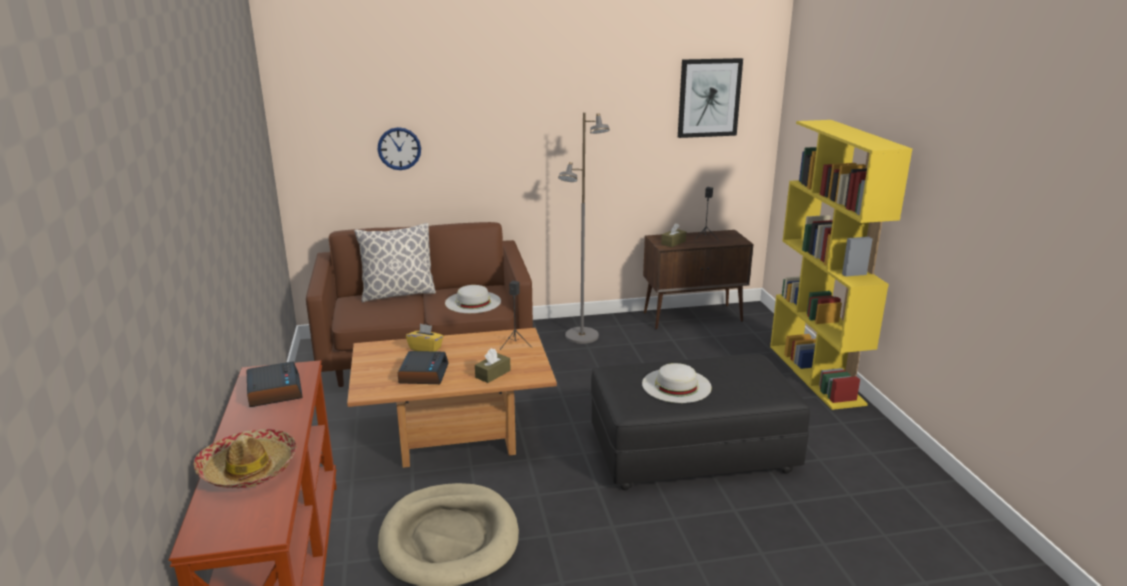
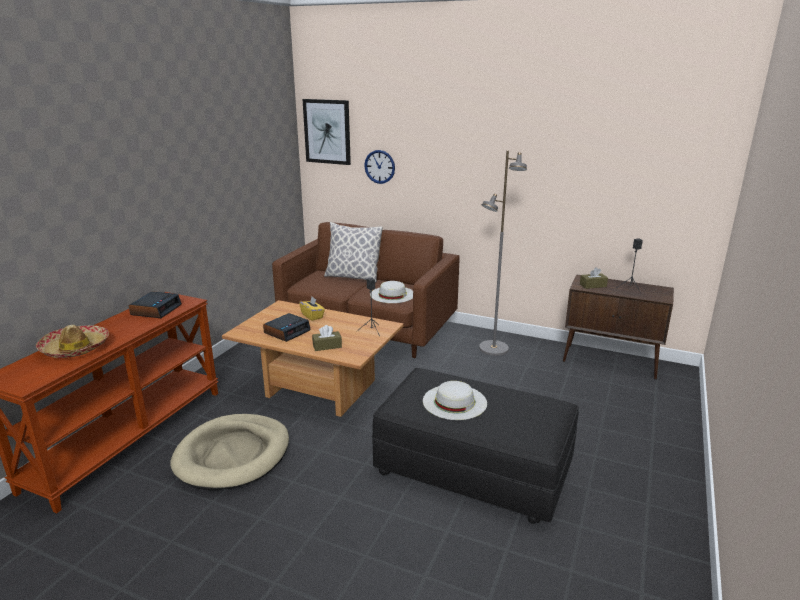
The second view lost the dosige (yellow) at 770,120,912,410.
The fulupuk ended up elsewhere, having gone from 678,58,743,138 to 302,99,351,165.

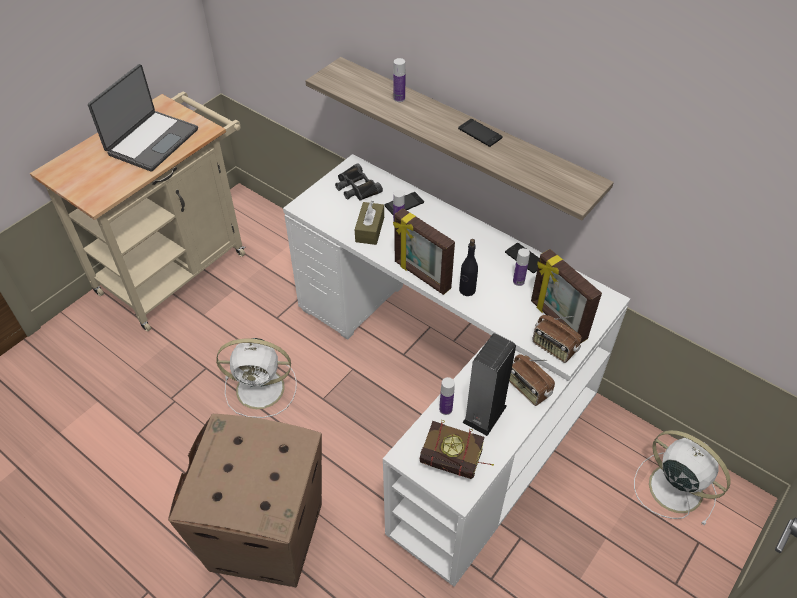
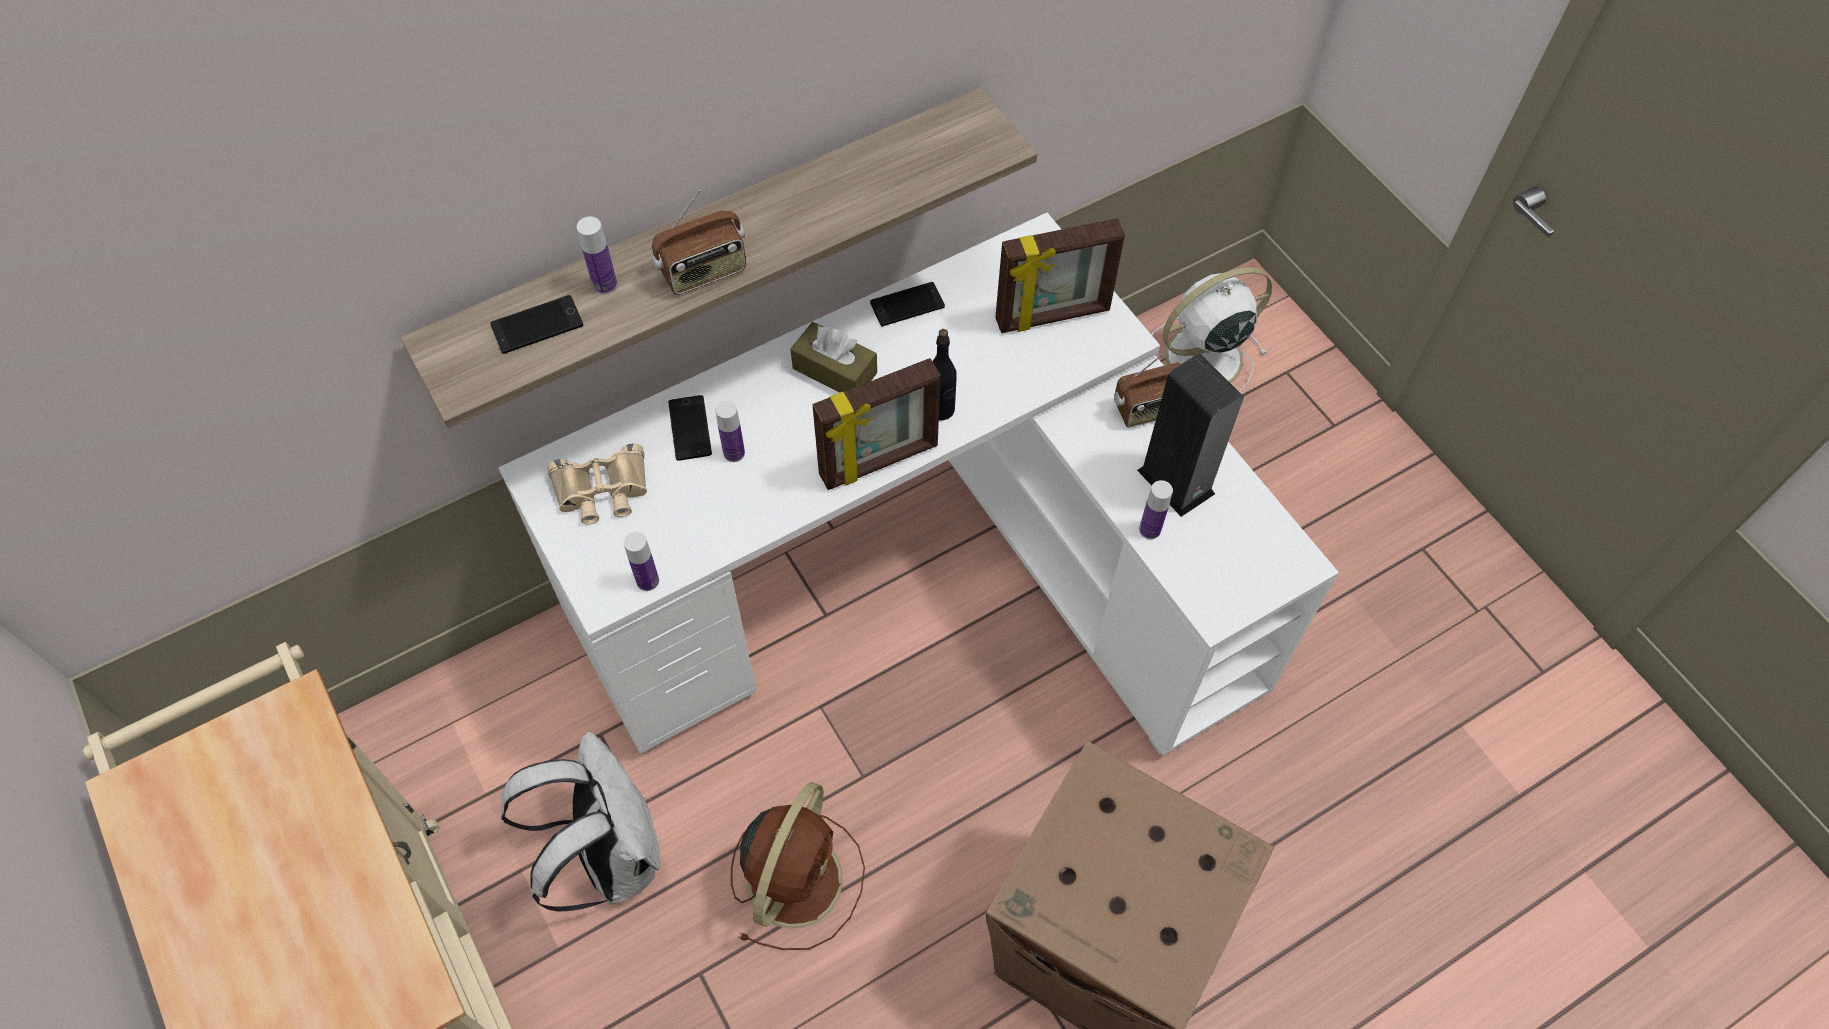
The second view lost the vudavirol at 88,64,198,172.
The second view lost the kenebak at 420,420,494,479.
The second view gained the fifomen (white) at 501,732,660,911.
The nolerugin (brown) ended up elsewhere, having gone from 355,201,384,245 to 790,322,877,392.
The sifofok ended up elsewhere, having gone from 458,119,503,147 to 490,295,583,354.
The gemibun ended up elsewhere, having gone from 513,248,530,286 to 624,532,659,591.
The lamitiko ended up elsewhere, having gone from 532,315,582,363 to 651,190,746,295.
What was the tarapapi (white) at 216,338,297,418 turned into the tarapapi (brown) at 731,782,865,950.
What was the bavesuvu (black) at 335,163,383,201 turned into the bavesuvu (beige) at 547,443,647,525.

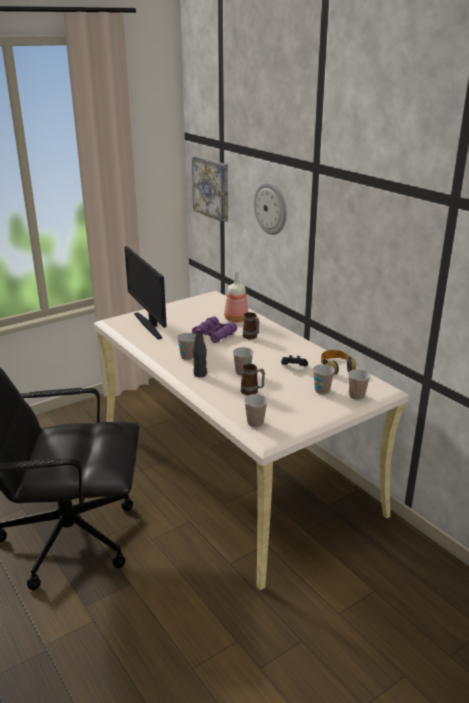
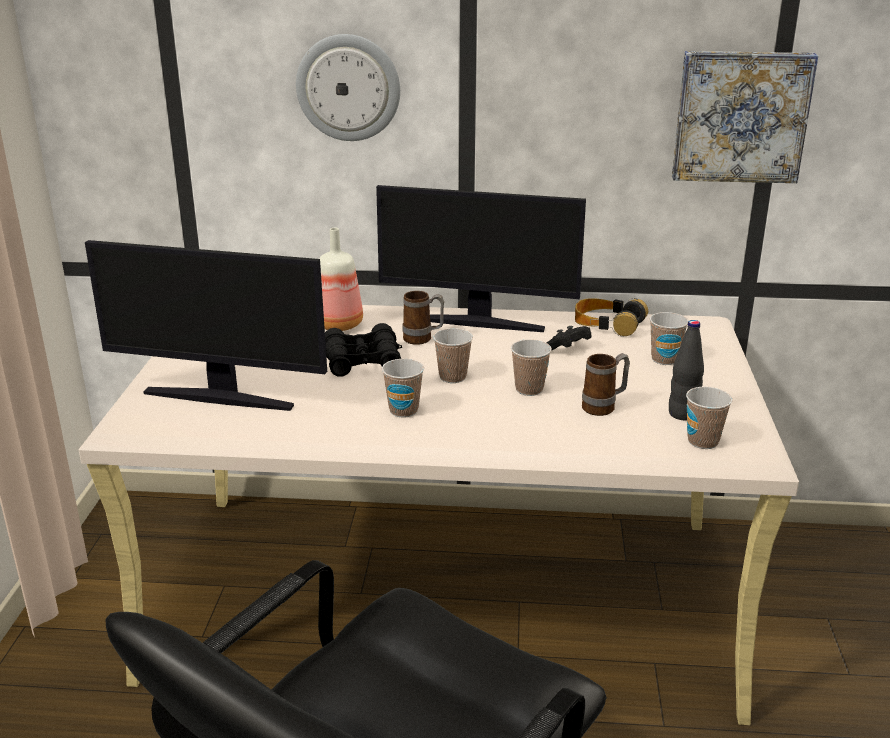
The second view gained the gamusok at 376,185,586,332.
The fulupuk ended up elsewhere, having gone from 192,156,228,222 to 672,51,818,183.
The gemibun (black) ended up elsewhere, having gone from 193,329,207,377 to 669,320,704,420.
The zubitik ended up elsewhere, having gone from 348,369,370,400 to 433,328,473,383.
What was the bavesuvu (purple) at 192,316,237,343 turned into the bavesuvu (black) at 325,323,402,377.

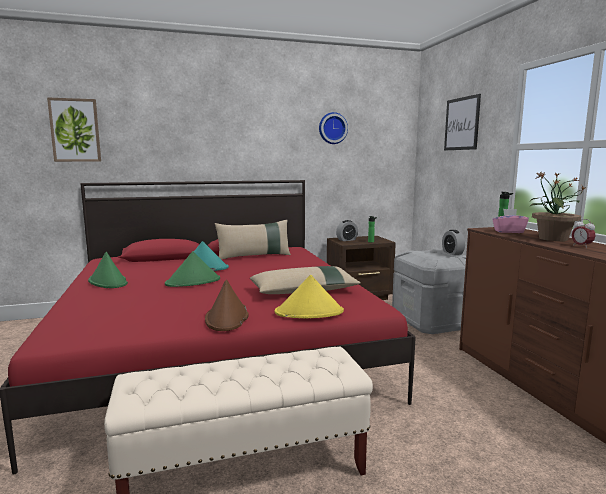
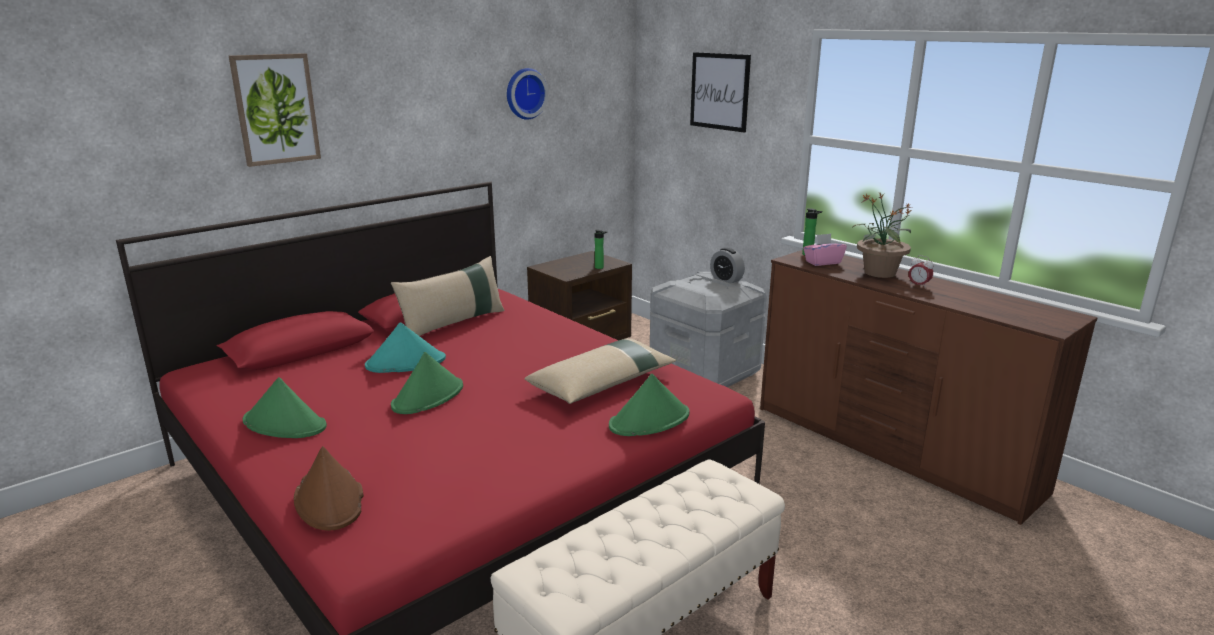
The second view lost the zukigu at 336,220,358,241.
The fulupuk ended up elsewhere, having gone from 47,97,101,162 to 229,53,321,167.
The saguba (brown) ended up elsewhere, having gone from 205,279,249,331 to 294,446,364,531.
What was the saguba (yellow) at 275,275,344,318 turned into the saguba (green) at 609,374,690,436.

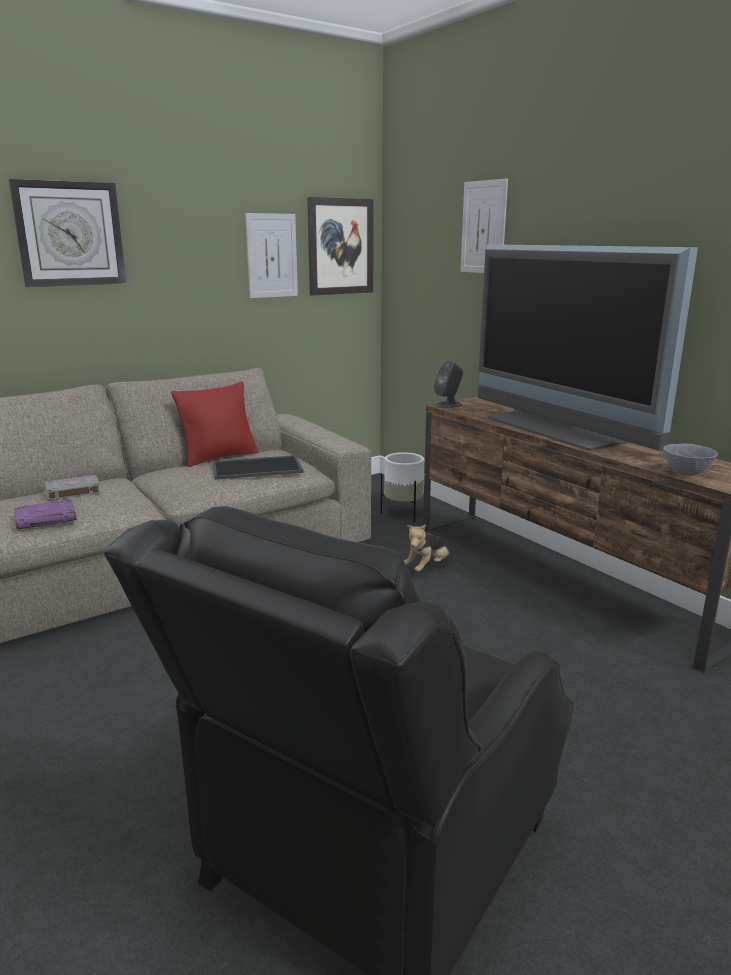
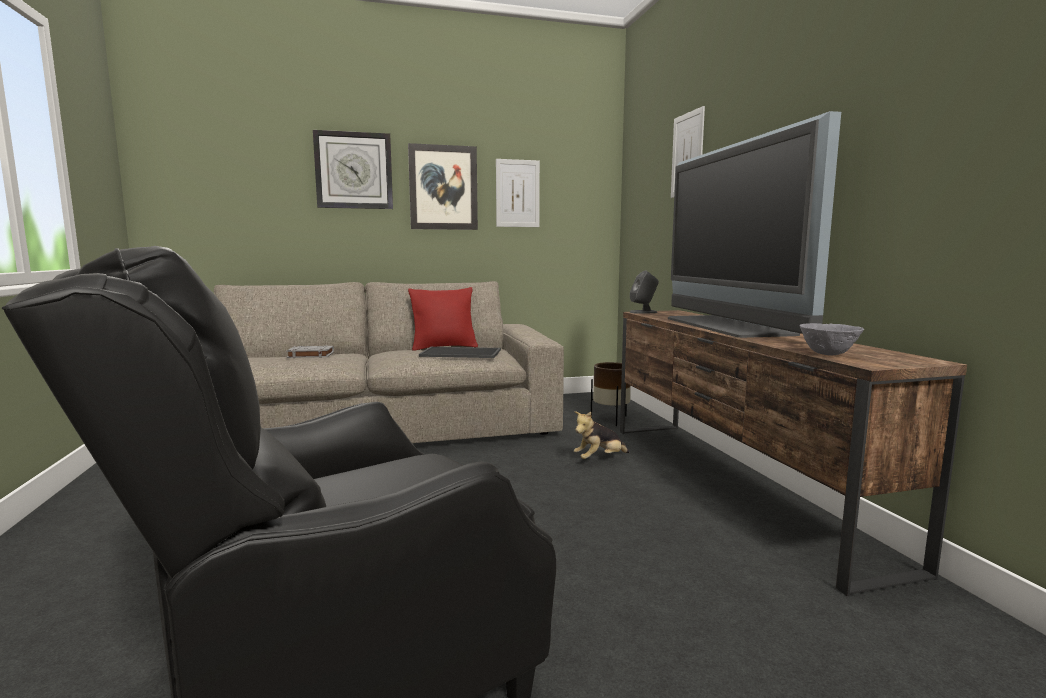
The second view lost the kenebak (purple) at 14,499,77,530.
The fulupuk ended up elsewhere, having gone from 307,197,374,296 to 408,143,478,230.
What was the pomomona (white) at 381,452,425,522 turned into the pomomona (brown) at 591,362,631,426.

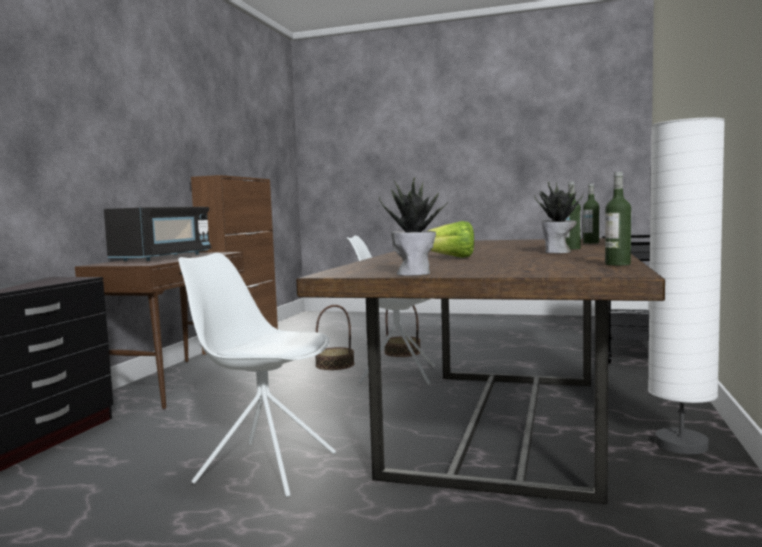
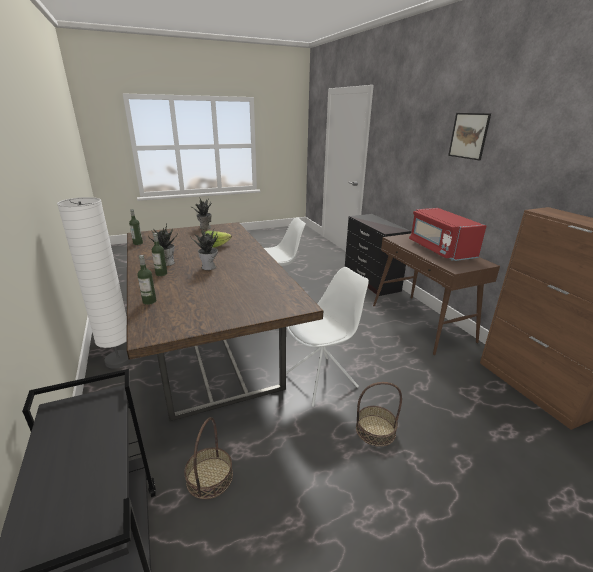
The second view gained the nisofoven at 190,229,218,270.
The second view gained the fulupuk at 448,113,491,161.
The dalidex ended up elsewhere, having gone from 315,305,355,370 to 184,417,233,499.
What was the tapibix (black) at 104,207,212,261 turned into the tapibix (red) at 409,208,486,261.

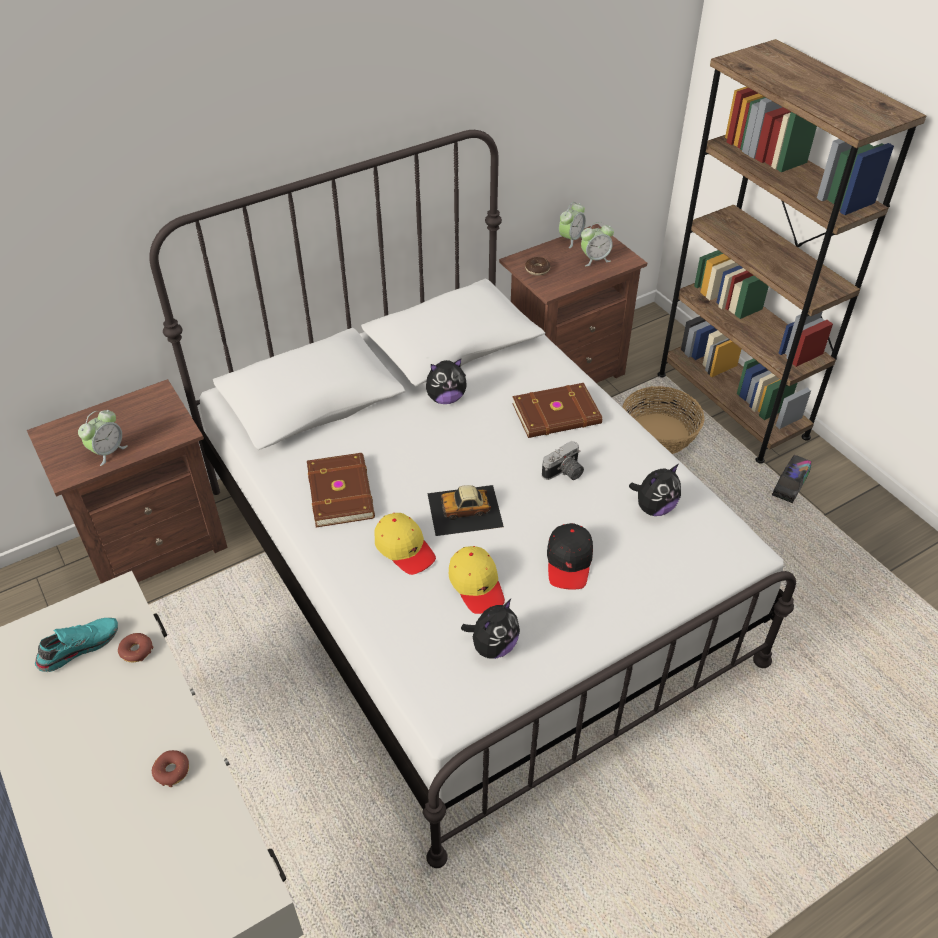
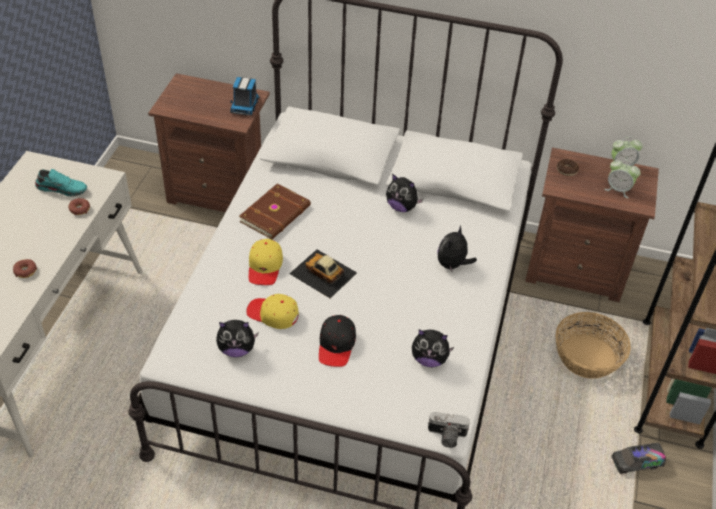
The second view lost the zukigu at 78,410,128,466.
The second view gained the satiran at 230,77,260,116.
The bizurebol ended up elsewhere, having gone from 542,441,584,480 to 428,412,470,448.
Where the kenebak (brown) stood at 512,383,602,438, the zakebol came to stand at 438,225,477,272.
The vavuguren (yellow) at 449,546,505,614 ended up facing another way, 90 degrees clockwise from before.
The vavuguren (black) at 547,523,593,590 ended up facing another way, 45 degrees counterclockwise from before.

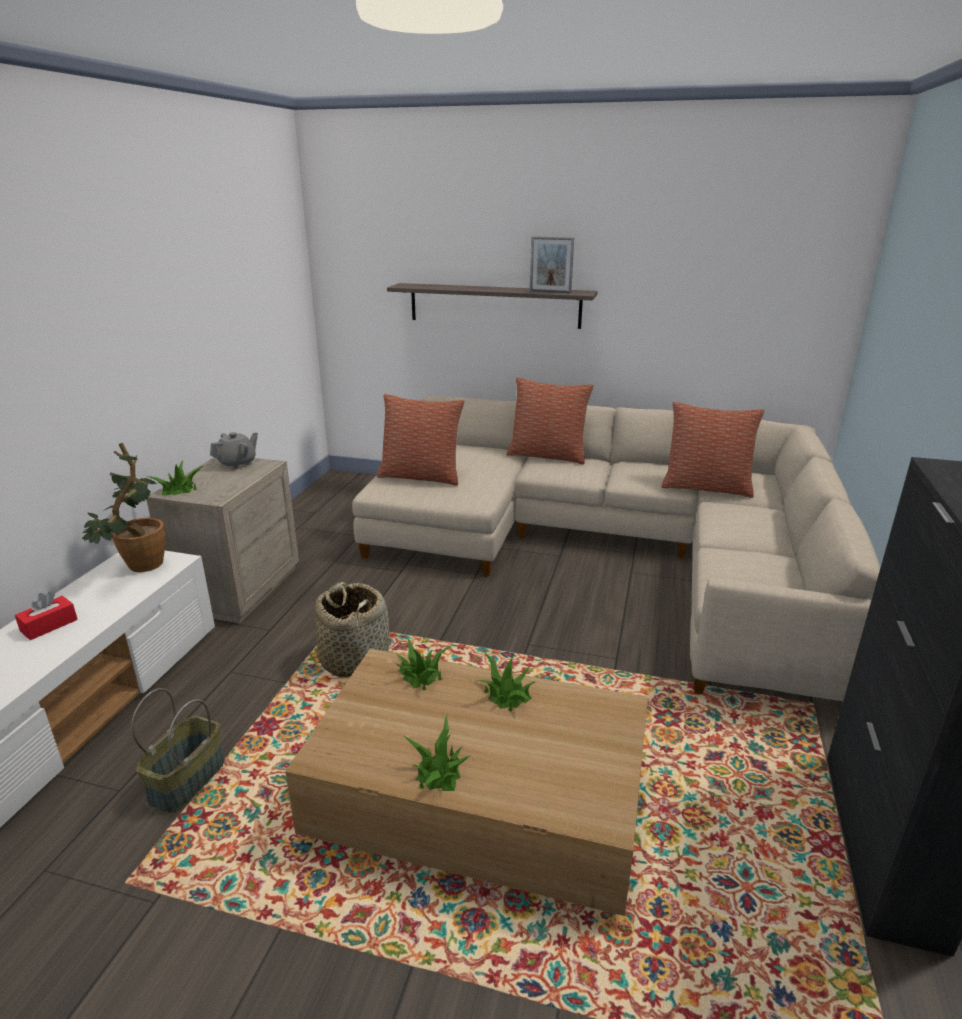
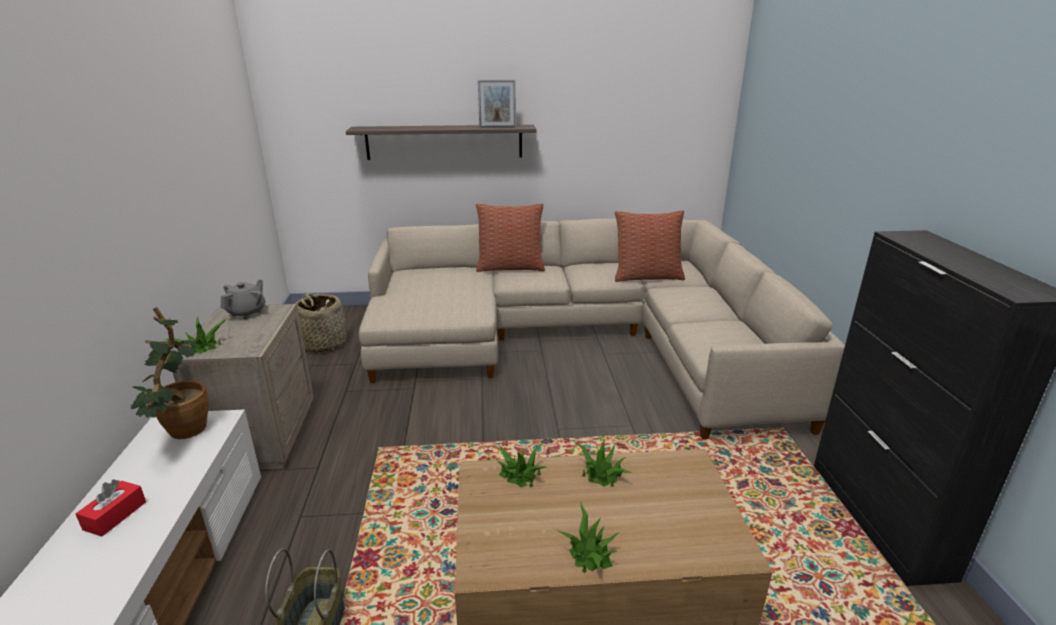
The second view lost the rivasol at 377,394,464,486.
The dalidex ended up elsewhere, having gone from 315,582,389,677 to 295,293,346,353.

